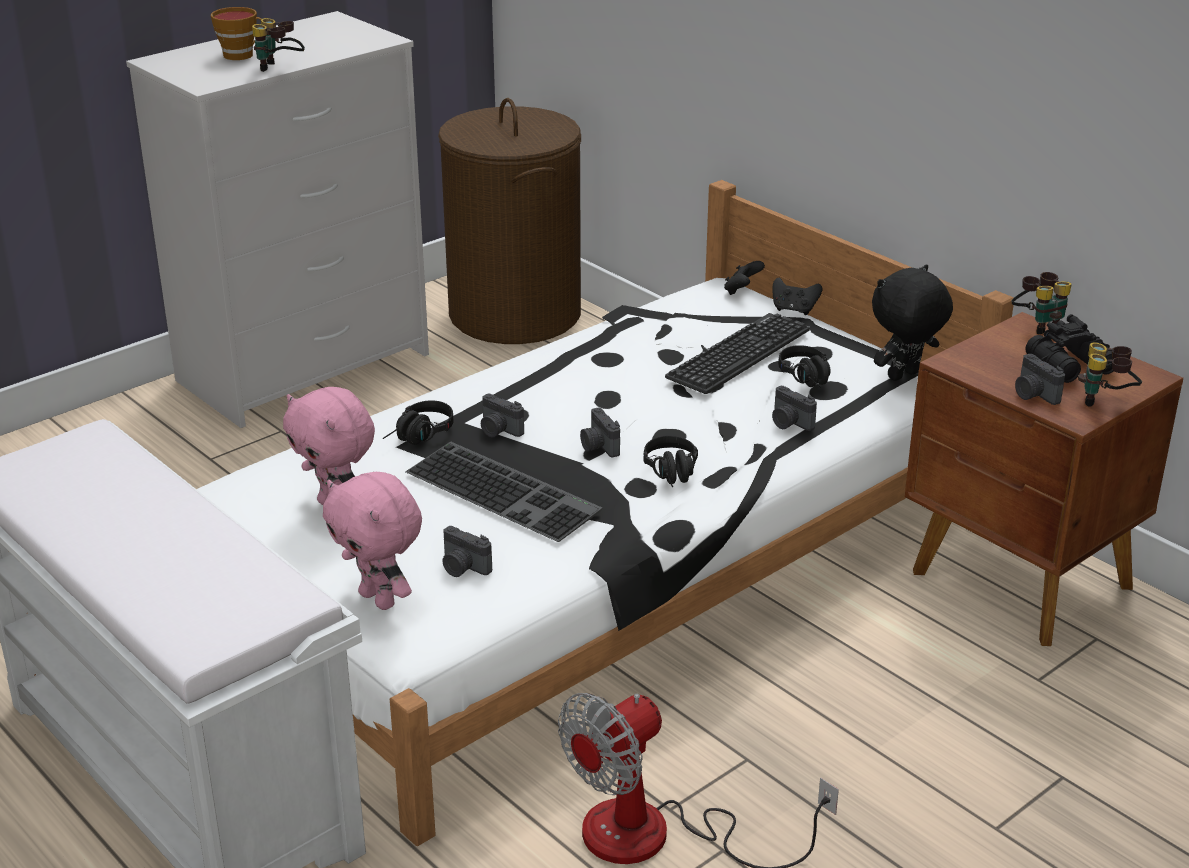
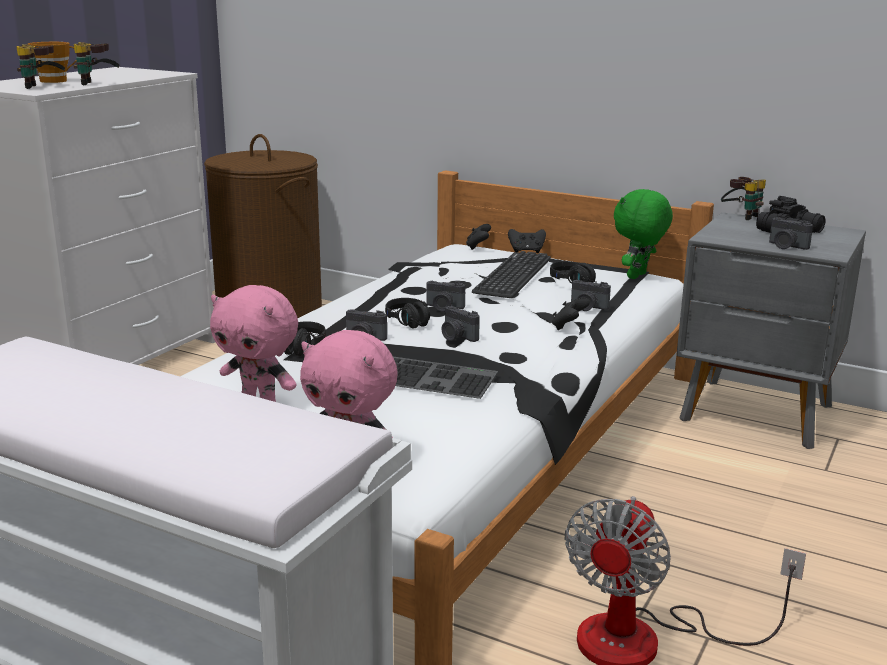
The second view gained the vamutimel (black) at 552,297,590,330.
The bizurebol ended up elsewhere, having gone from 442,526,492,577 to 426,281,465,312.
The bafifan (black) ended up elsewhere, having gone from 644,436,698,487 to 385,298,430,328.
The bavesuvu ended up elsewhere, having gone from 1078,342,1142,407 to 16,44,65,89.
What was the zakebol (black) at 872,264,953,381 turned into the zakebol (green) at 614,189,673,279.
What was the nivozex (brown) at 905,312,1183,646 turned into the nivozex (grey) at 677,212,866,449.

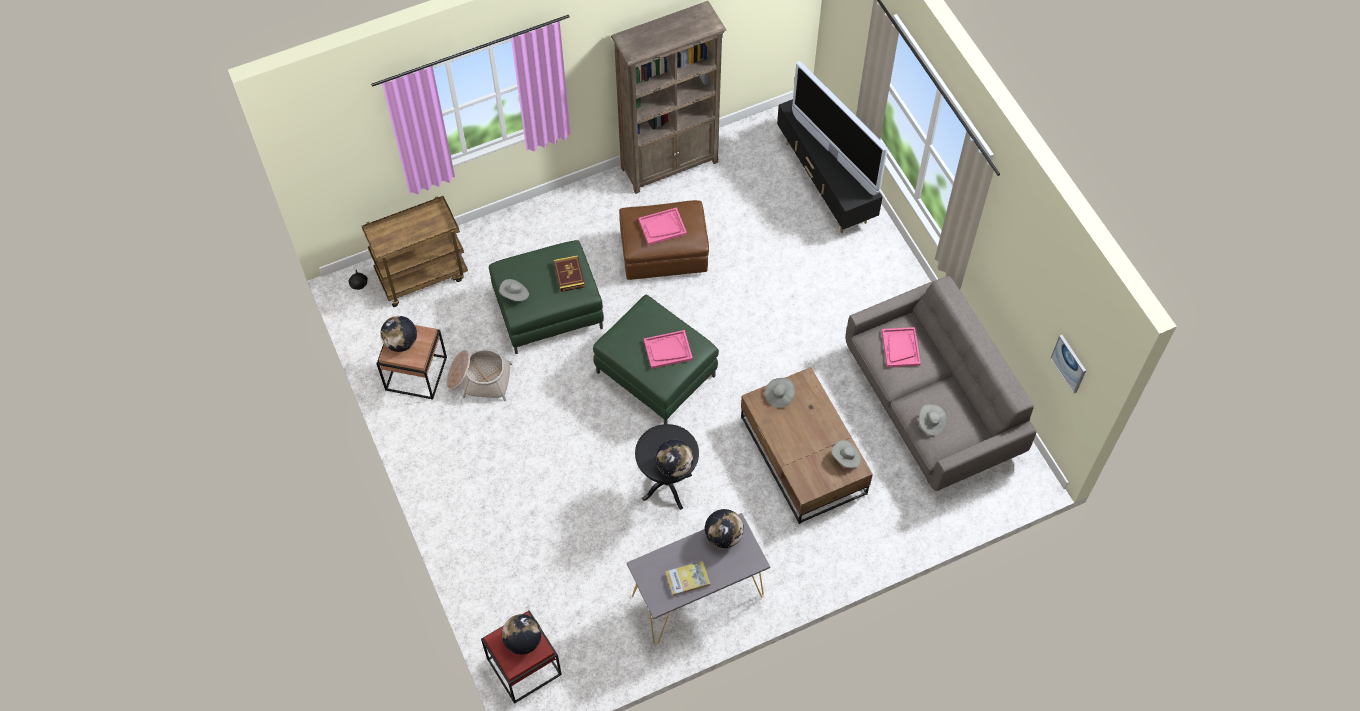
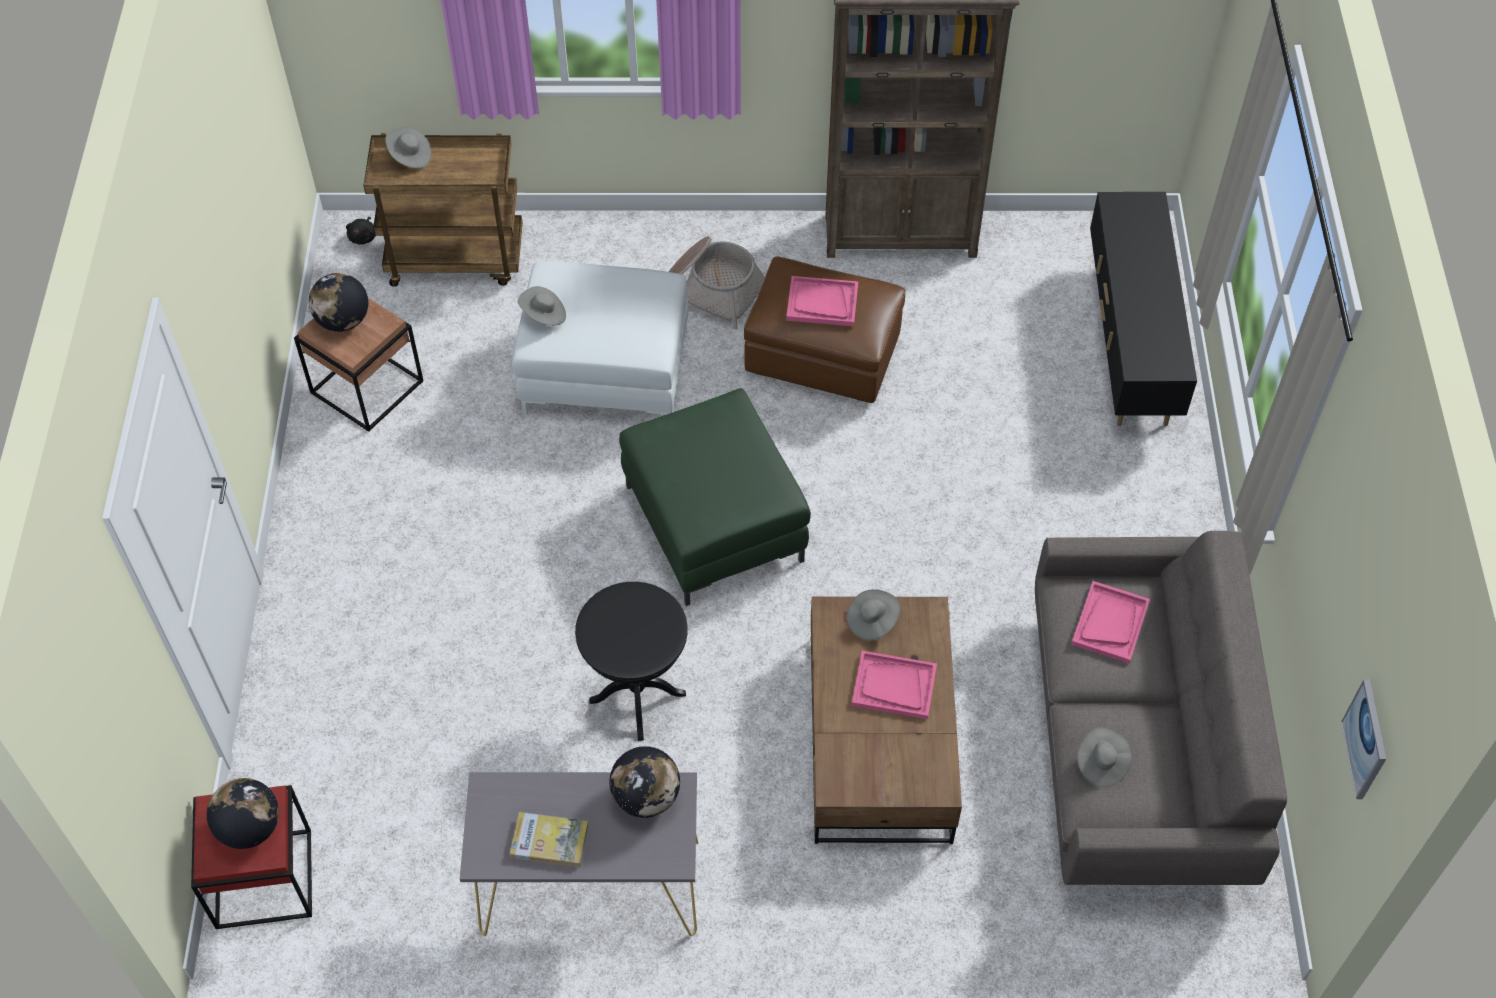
The second view lost the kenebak at 554,255,585,292.
The second view lost the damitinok at 655,439,693,478.
The second view lost the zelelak at 792,61,888,195.
The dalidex ended up elsewhere, having gone from 447,349,512,401 to 668,236,765,329.
The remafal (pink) ended up elsewhere, having gone from 644,330,693,369 to 852,651,937,719.
The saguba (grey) ended up elsewhere, having gone from 832,440,861,468 to 385,127,431,168.
What was the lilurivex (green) at 489,240,604,354 turned into the lilurivex (white) at 512,261,688,415.

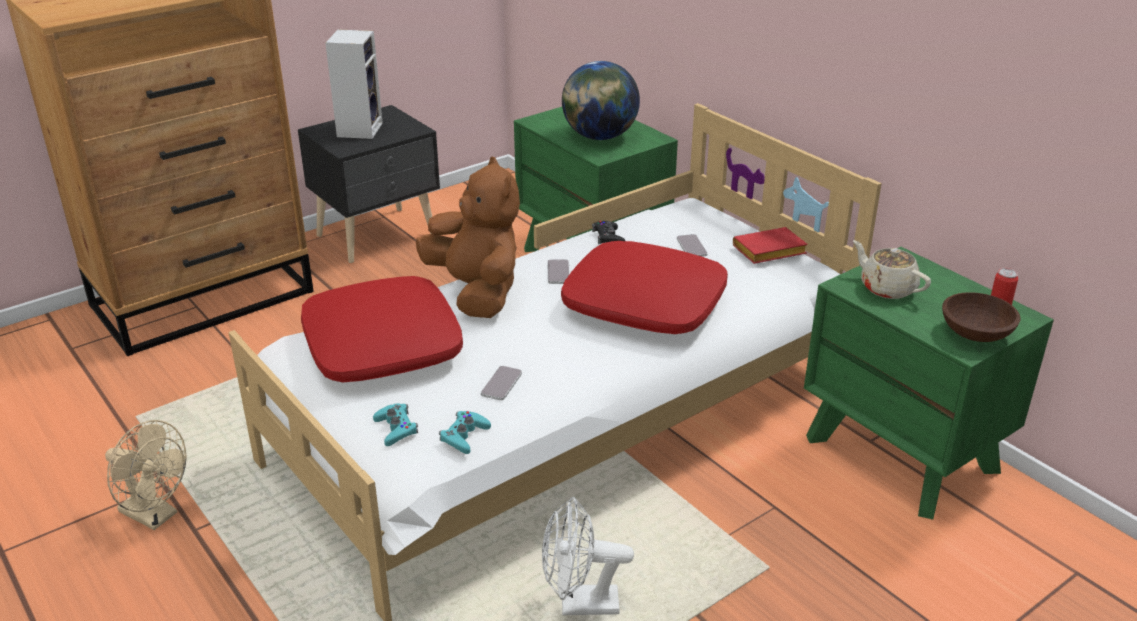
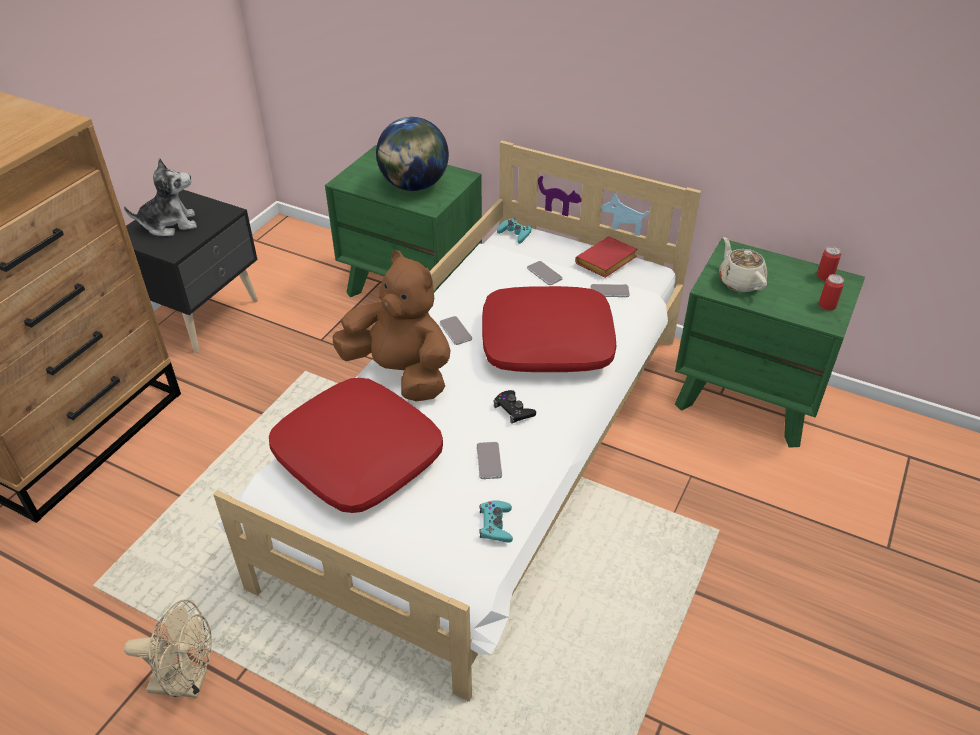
The second view lost the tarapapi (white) at 542,497,634,616.
The second view gained the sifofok at 590,284,630,297.
The vamutimel (turquoise) ended up elsewhere, having gone from 373,403,418,446 to 497,218,532,244.
The vamutimel (black) ended up elsewhere, having gone from 592,221,625,244 to 493,390,536,424.
Where the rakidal stood at 326,30,383,139, the zakebol came to stand at 124,158,197,236.
Where the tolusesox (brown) stood at 942,292,1021,342, the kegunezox came to stand at 819,274,844,311.
The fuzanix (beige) at 853,240,931,299 ended up facing another way, 45 degrees clockwise from before.

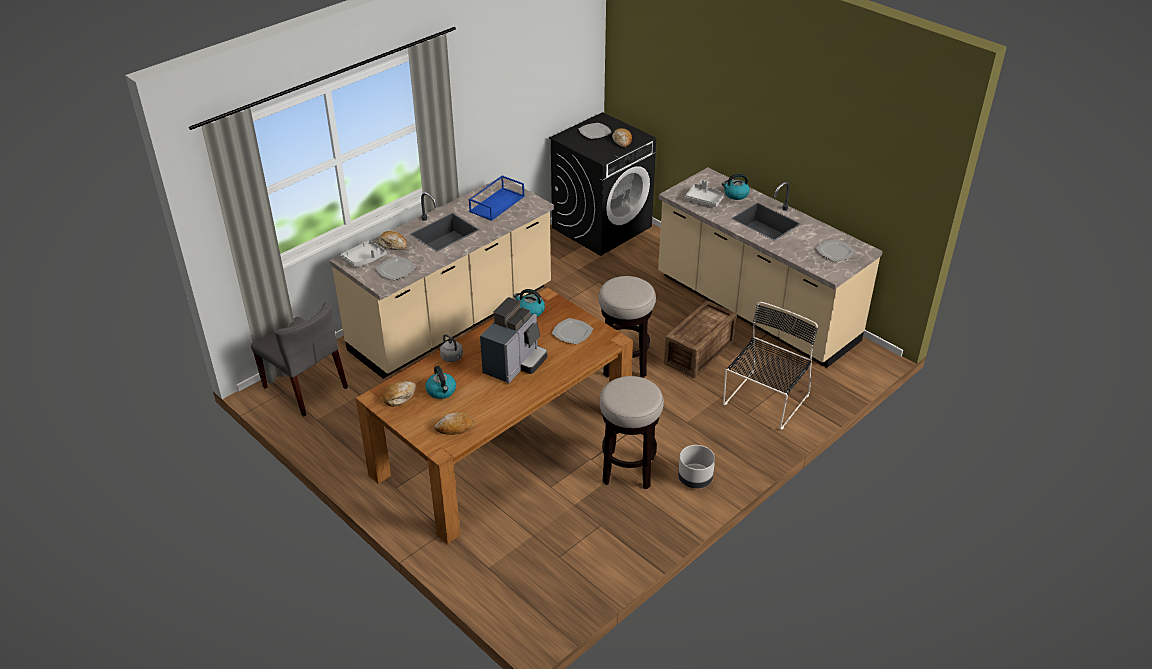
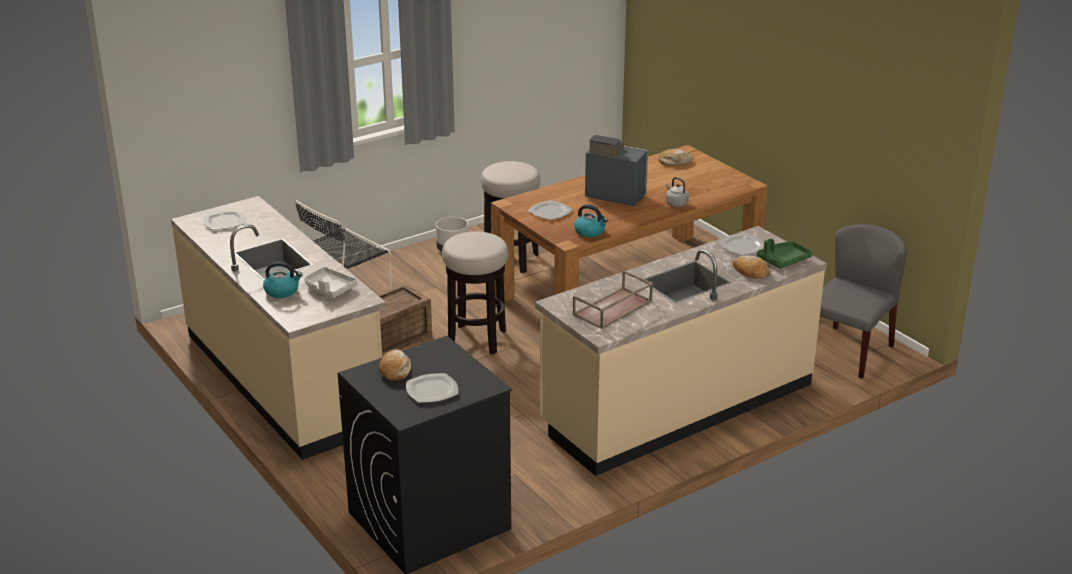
The second view lost the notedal at 383,381,416,407.
The second view lost the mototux at 425,366,456,399.
What was the remafal (grey) at 341,240,387,267 turned into the remafal (green) at 757,239,812,269.
What was the remafal (blue) at 469,175,525,221 turned into the remafal (brown) at 573,270,653,329.
The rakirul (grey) at 251,302,348,416 ended up facing another way, 75 degrees clockwise from before.
The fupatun at 480,297,547,384 ended up facing another way, 75 degrees clockwise from before.

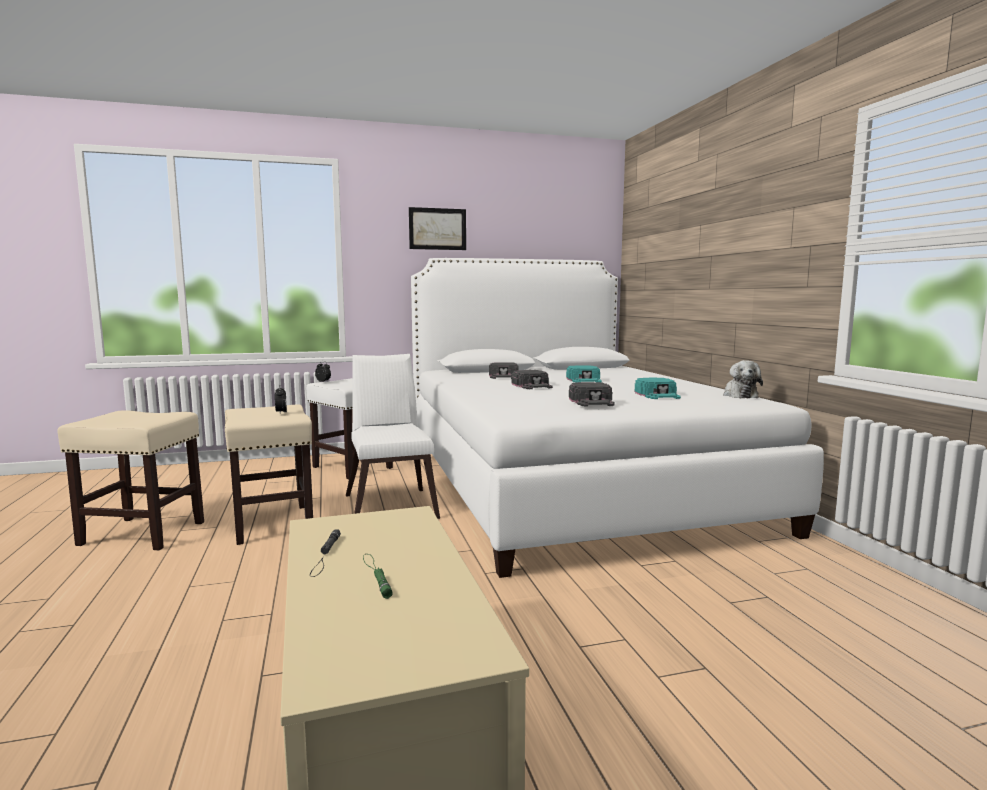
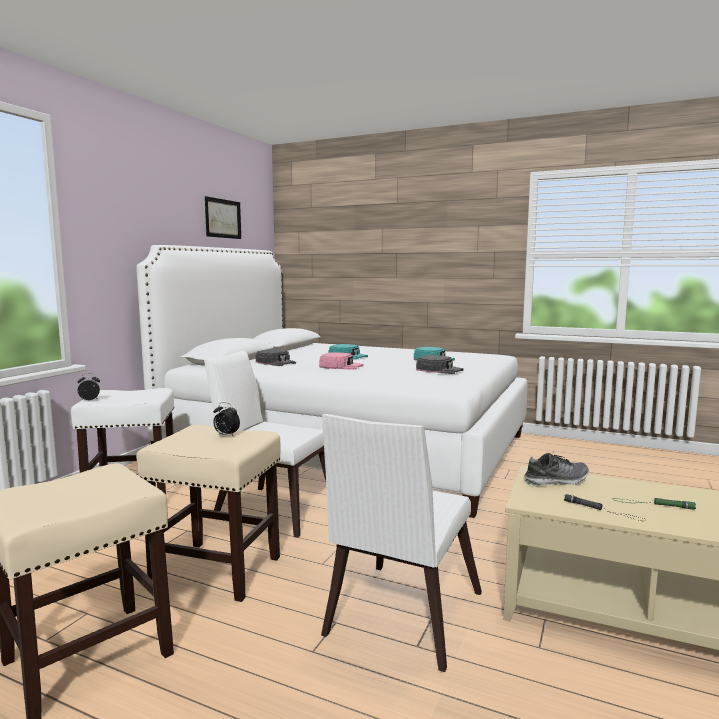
The second view lost the zakebol at 723,360,763,399.
The second view gained the rakirul (white) at 321,414,482,672.
The second view gained the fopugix at 524,453,589,486.
The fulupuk ended up elsewhere, having gone from 409,207,466,250 to 205,196,241,239.
What was the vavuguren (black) at 511,370,553,389 turned into the vavuguren (pink) at 319,352,364,370.

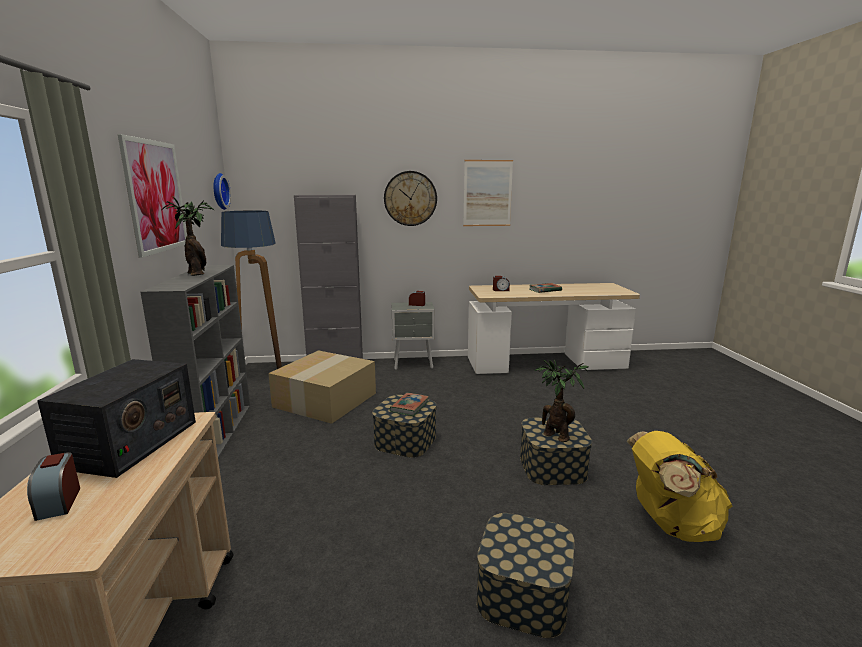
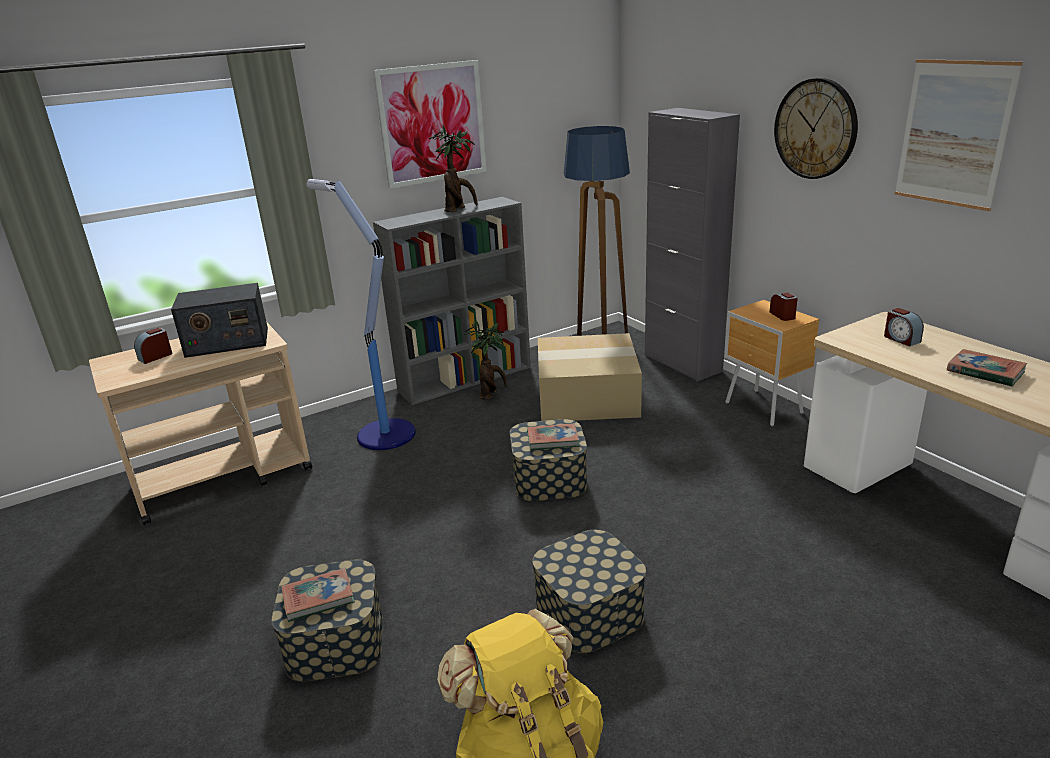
The second view lost the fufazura at 214,173,231,210.
The second view gained the kenebak at 281,568,355,622.
The second view gained the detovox at 307,179,416,450.
The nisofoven ended up elsewhere, having gone from 534,360,589,442 to 464,321,507,400.
What was the nivozex (grey) at 392,302,435,370 turned into the nivozex (brown) at 724,300,819,426.

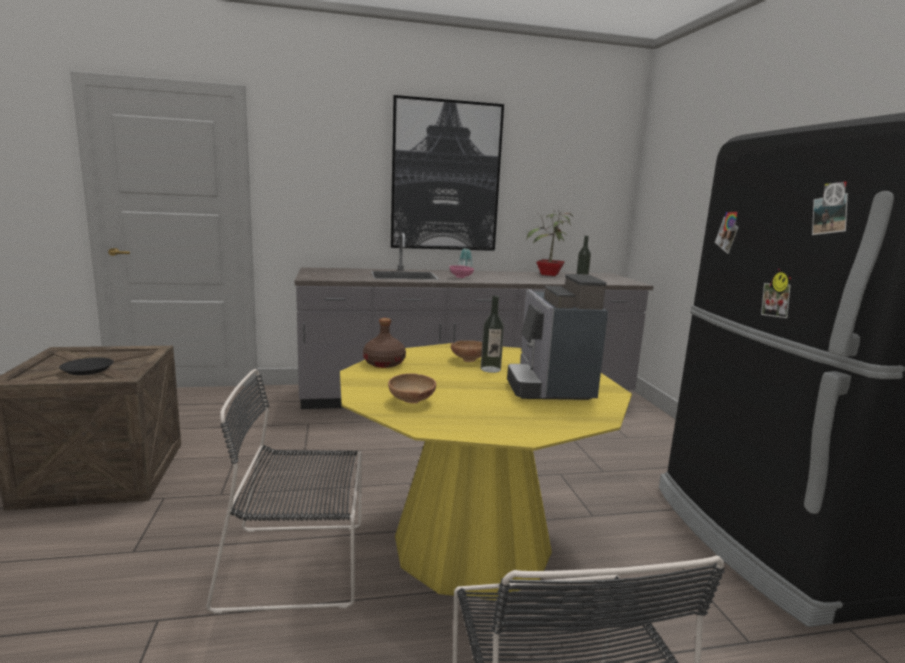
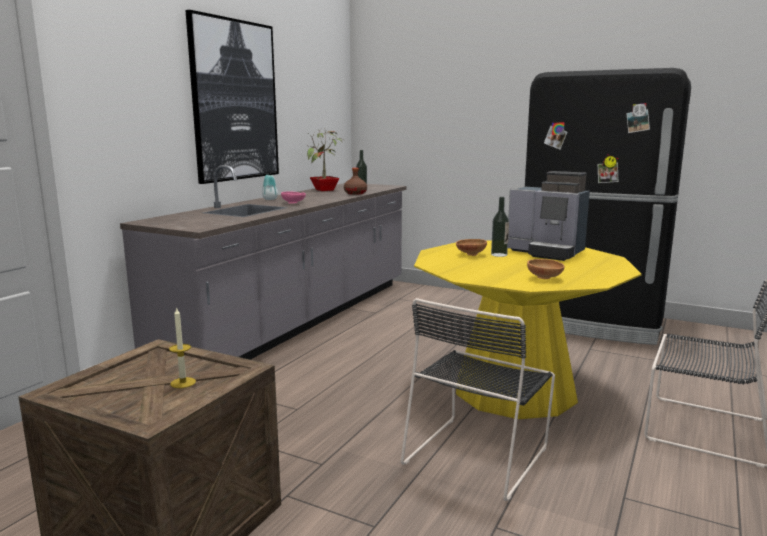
The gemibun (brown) ended up elsewhere, having gone from 363,318,406,368 to 344,168,367,195.
Where the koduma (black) stood at 59,357,114,375, the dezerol came to stand at 169,307,196,388.

